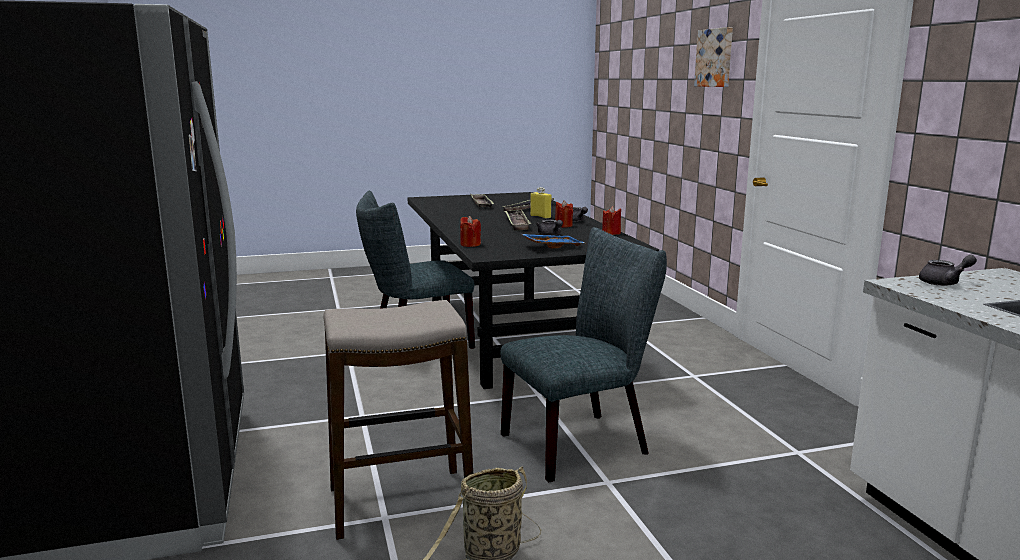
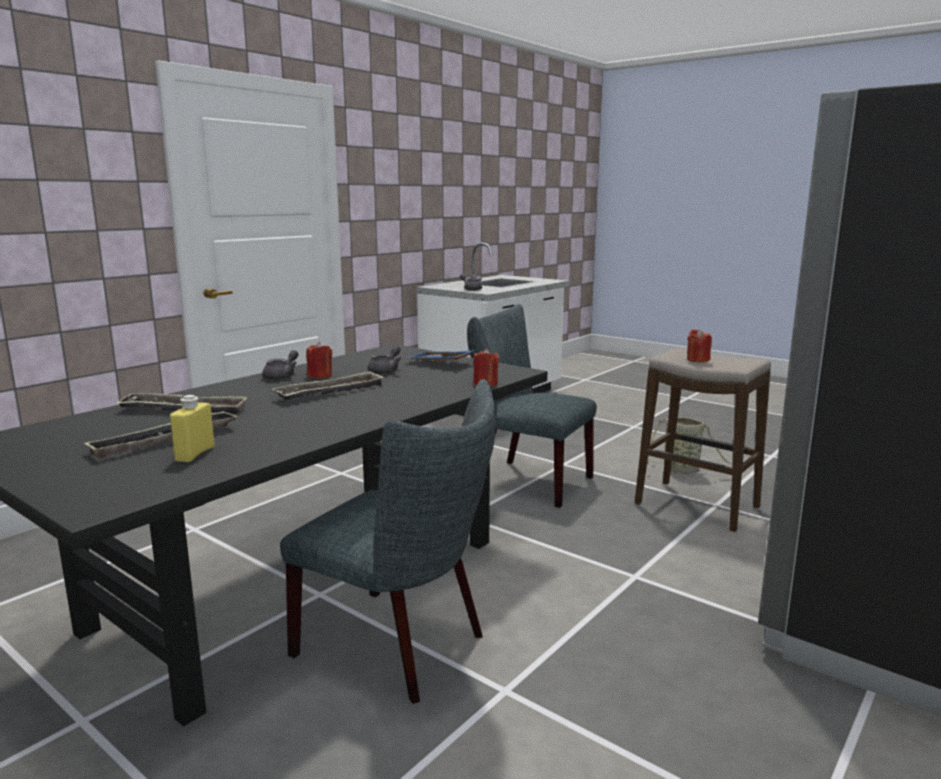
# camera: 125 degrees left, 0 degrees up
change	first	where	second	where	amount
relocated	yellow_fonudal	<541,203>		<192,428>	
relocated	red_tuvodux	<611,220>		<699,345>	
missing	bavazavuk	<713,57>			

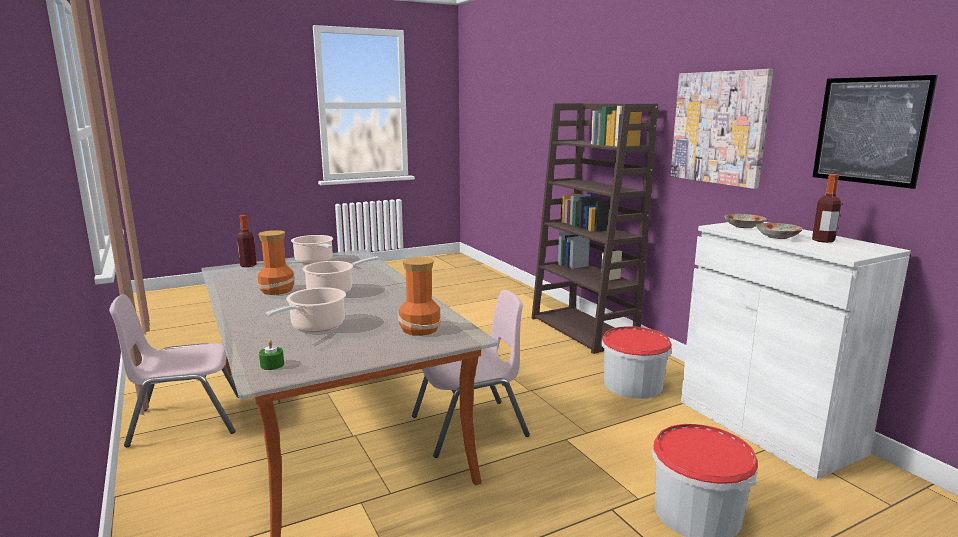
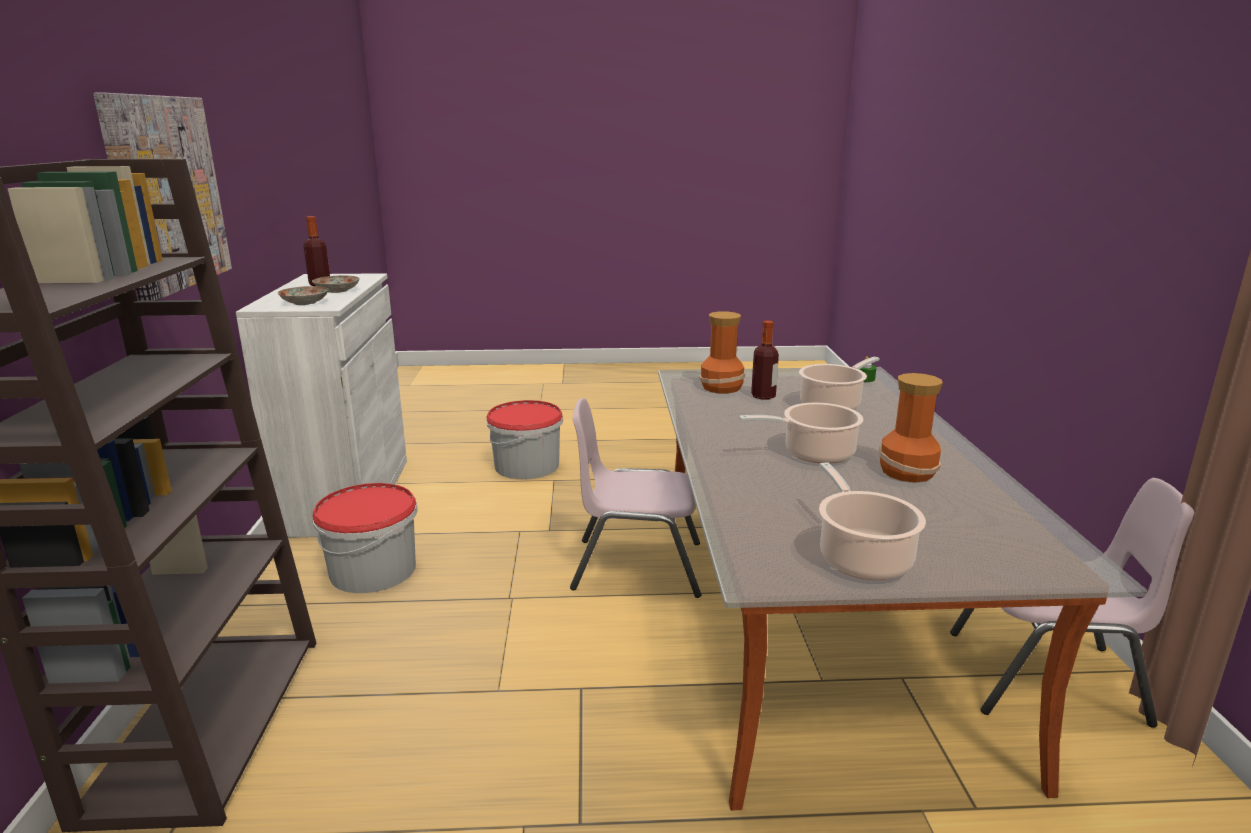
# camera: 155 degrees left, 5 degrees up
change	first	where	second	where	amount
relocated	fonudal	<247,241>		<765,360>	
missing	bavazavuk	<875,132>			

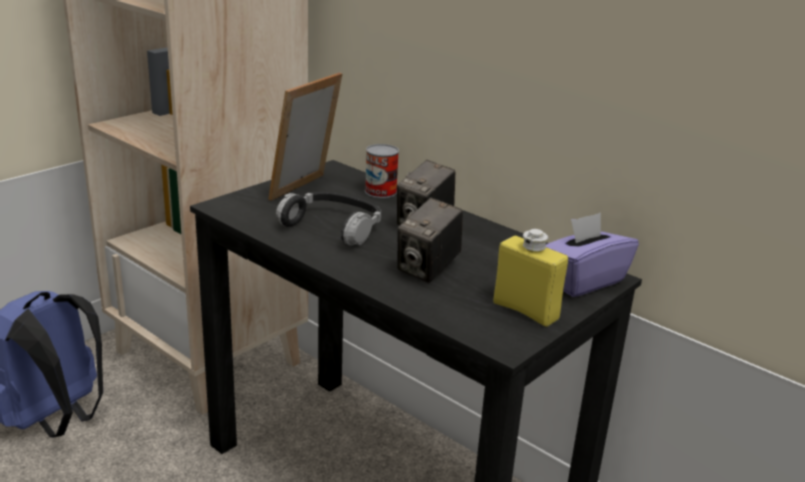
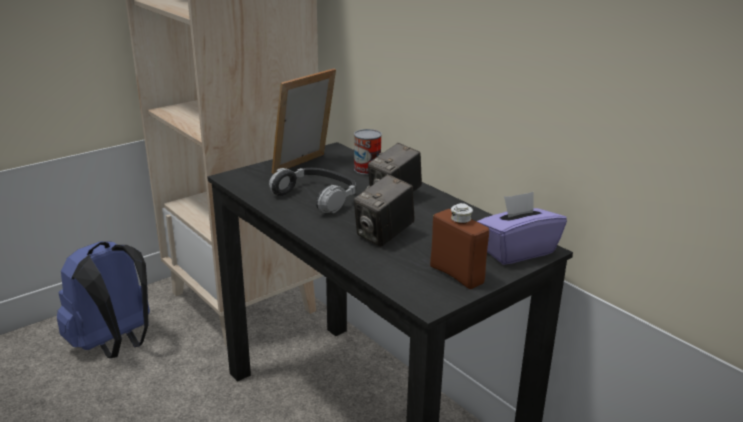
# camera: 10 degrees right, 0 degrees up
change	first	where	second	where	amount
colour	yellow_fonudal	<530,278>	brown_fonudal	<459,246>	

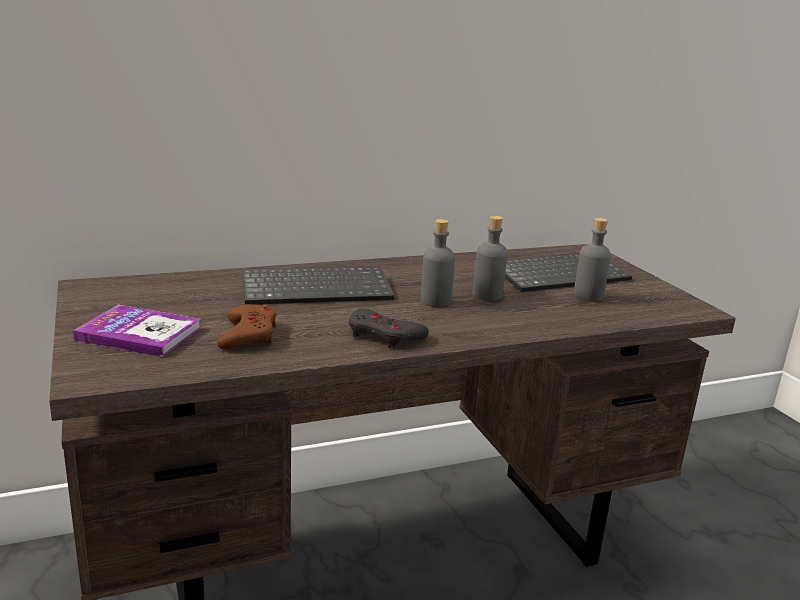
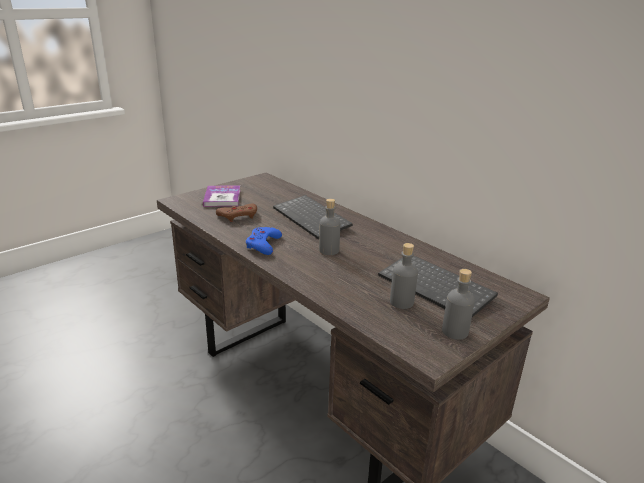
# camera: 70 degrees right, 5 degrees up
change	first	where	second	where	amount
colour	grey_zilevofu	<389,328>	blue_zilevofu	<264,241>	
relocated	grey_fonudal	<490,258>		<458,304>	

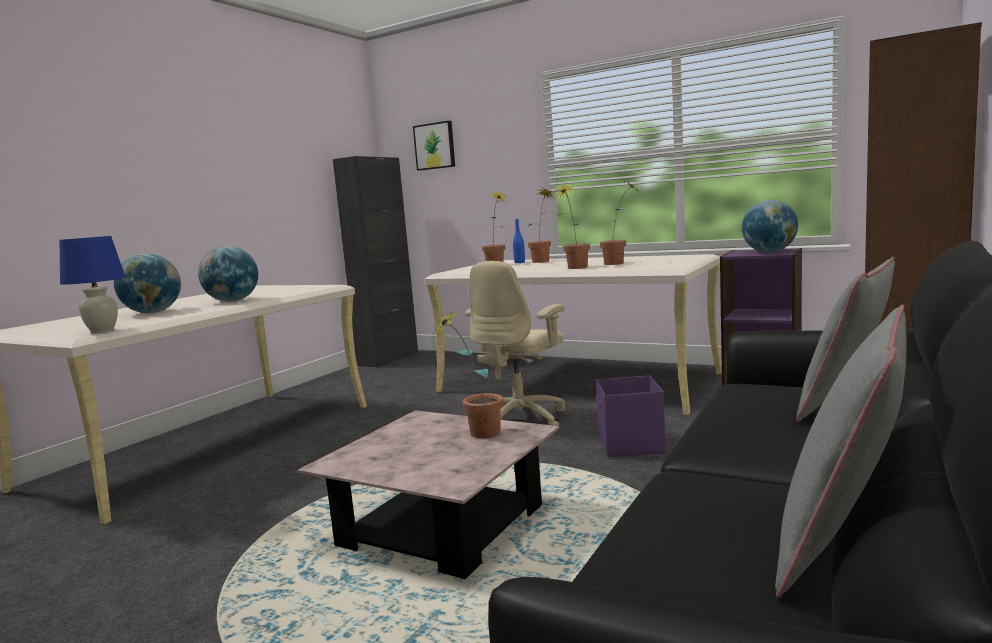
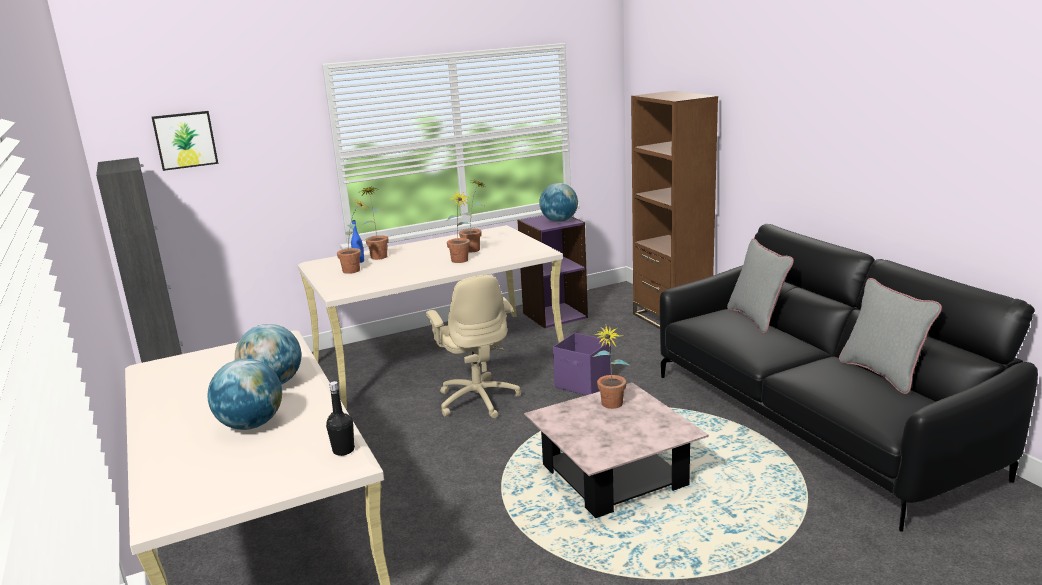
# camera: 55 degrees left, 10 degrees up
change	first	where	second	where	amount
exchanged	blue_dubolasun	<92,284>	black_fonudal	<340,418>	

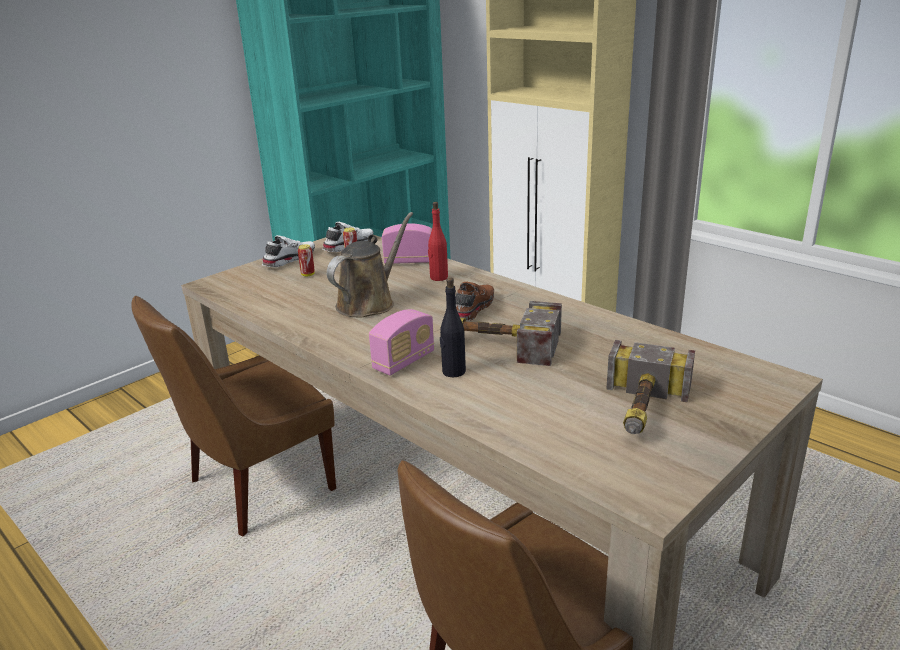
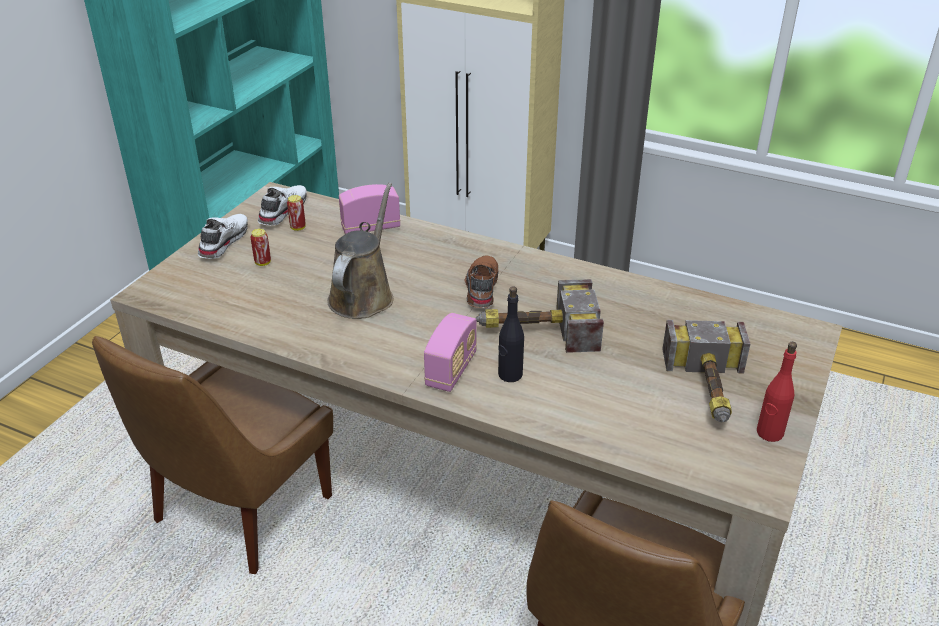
# camera: 20 degrees left, 10 degrees up
change	first	where	second	where	amount
relocated	red_fonudal	<438,241>		<777,392>	

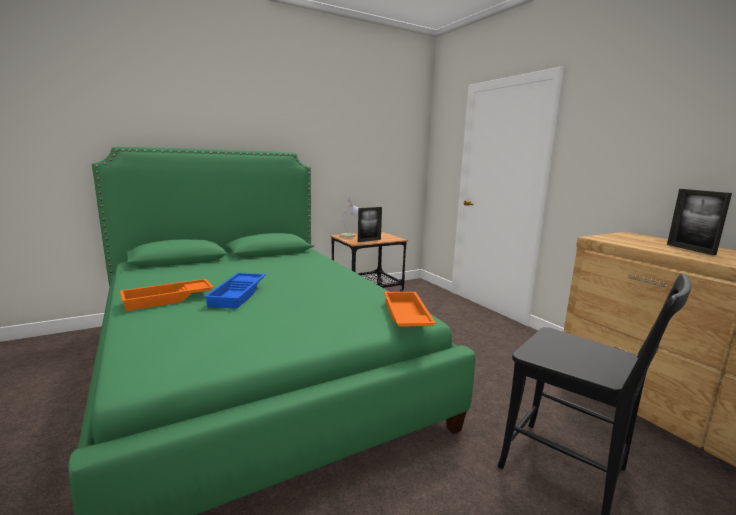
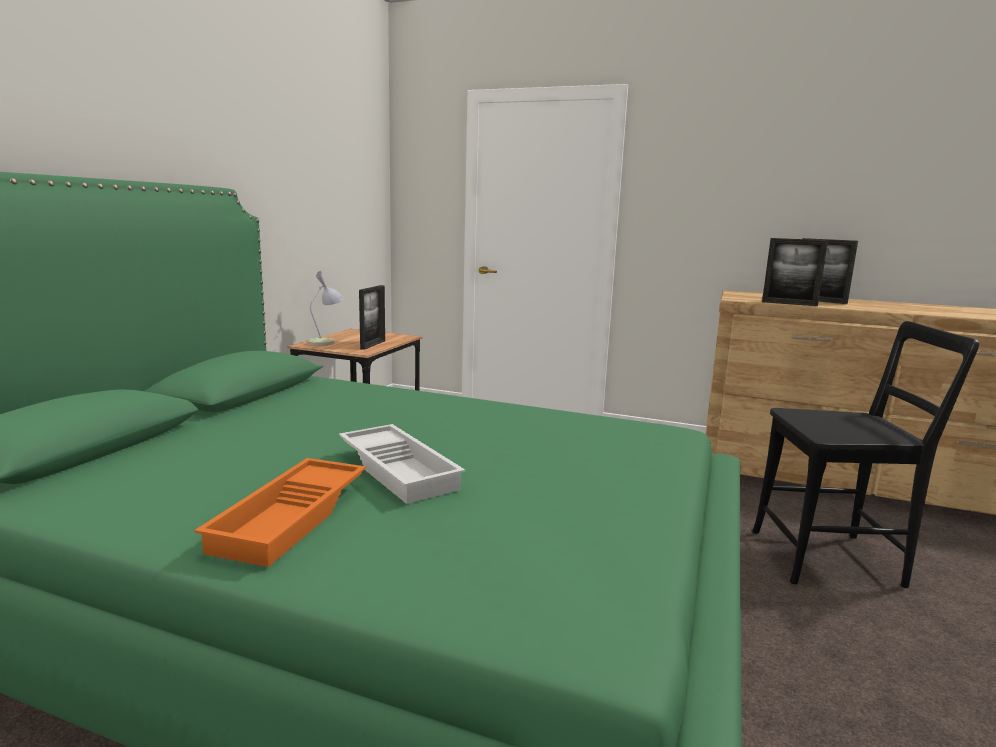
# camera: 40 degrees left, 0 degrees up
change	first	where	second	where	amount
colour	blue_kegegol	<235,291>	white_kegegol	<402,464>	
missing	orange_kegegol	<410,309>			
appeared			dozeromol	<795,272>	

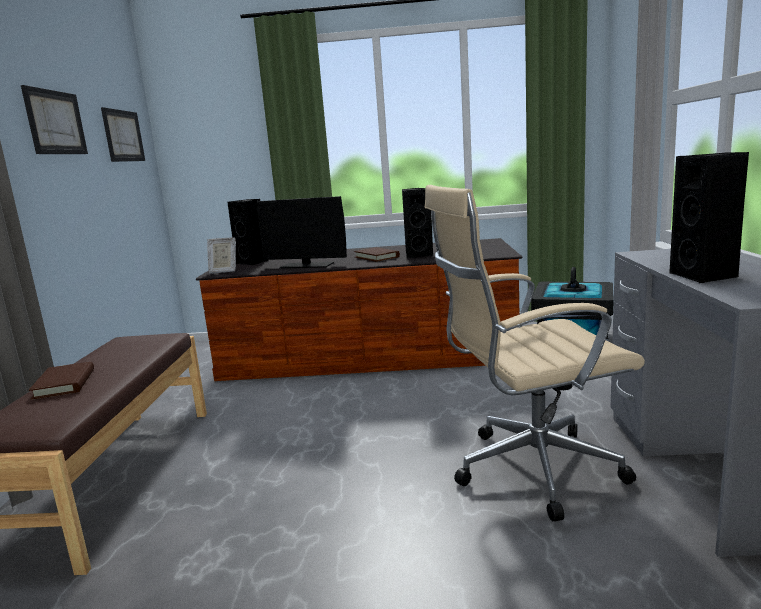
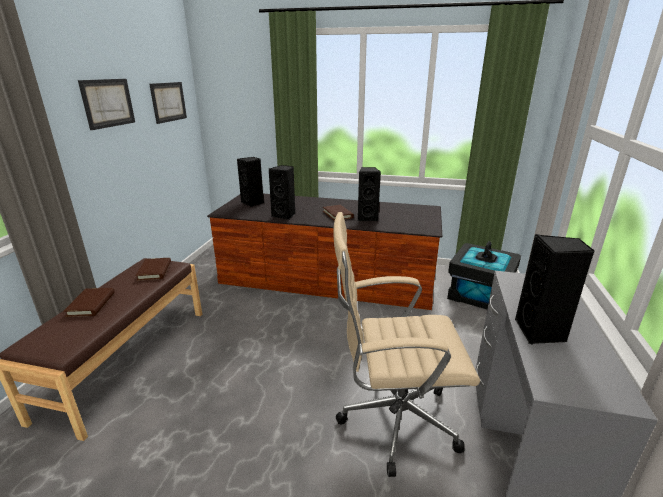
# camera: 10 degrees right, 10 degrees up
change	first	where	second	where	amount
missing	dozeromol	<221,256>			
exchanged	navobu	<301,232>	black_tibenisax	<282,192>	
appeared			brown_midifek	<153,269>	

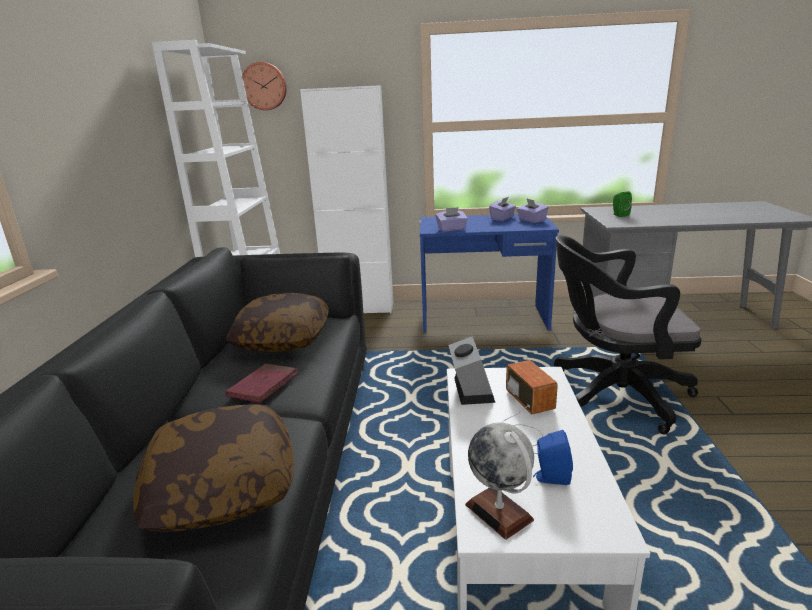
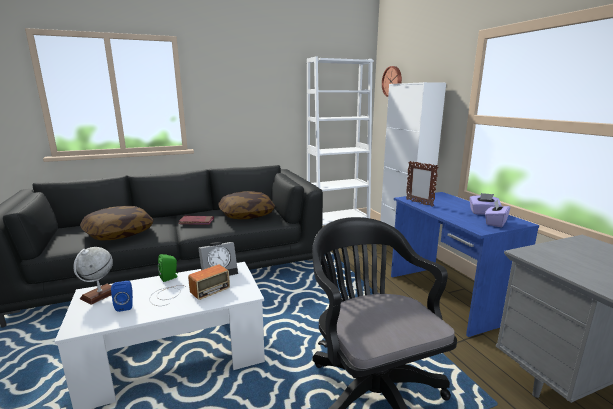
# camera: 65 degrees right, 5 degrees down
change	first	where	second	where	amount
exchanged	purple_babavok	<451,219>	dozeromol	<422,184>	
relocated	green_tibenisax	<622,204>		<168,268>	

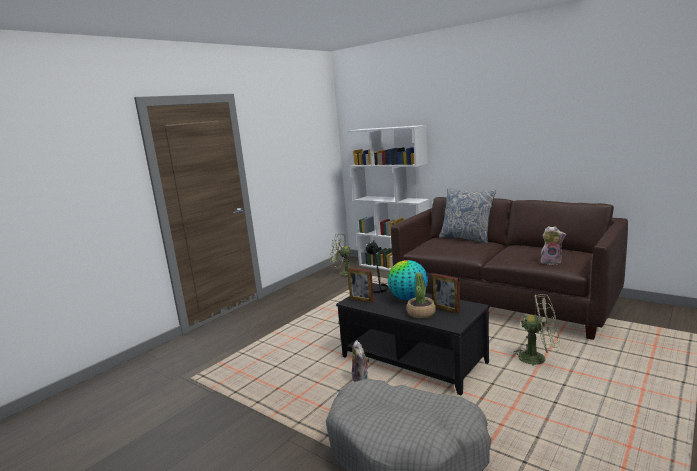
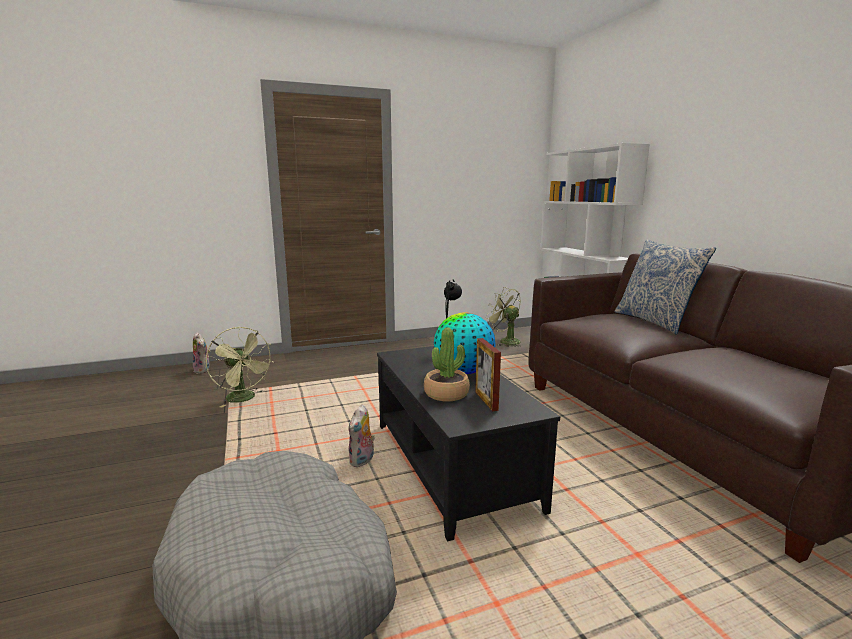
# camera: 30 degrees right, 0 degrees up
change	first	where	second	where	amount
missing	dozeromol	<360,285>			
relocated	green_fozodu	<535,329>		<240,367>	
relocated	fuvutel	<553,245>		<202,353>	

